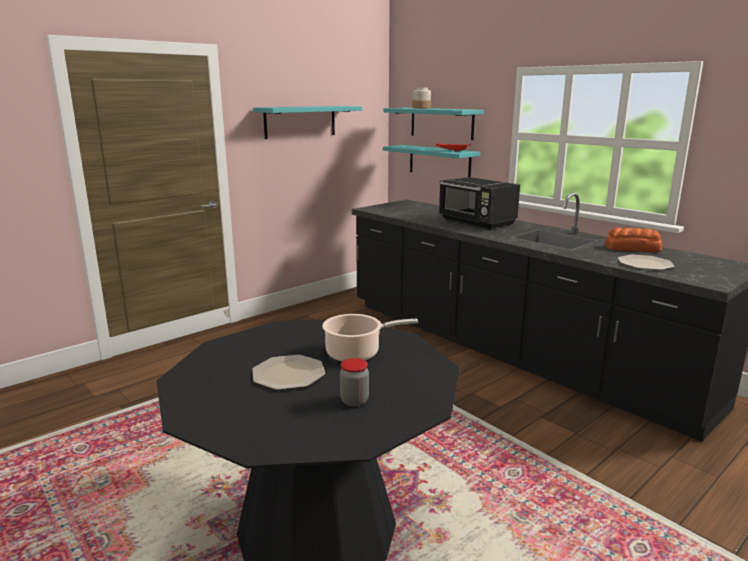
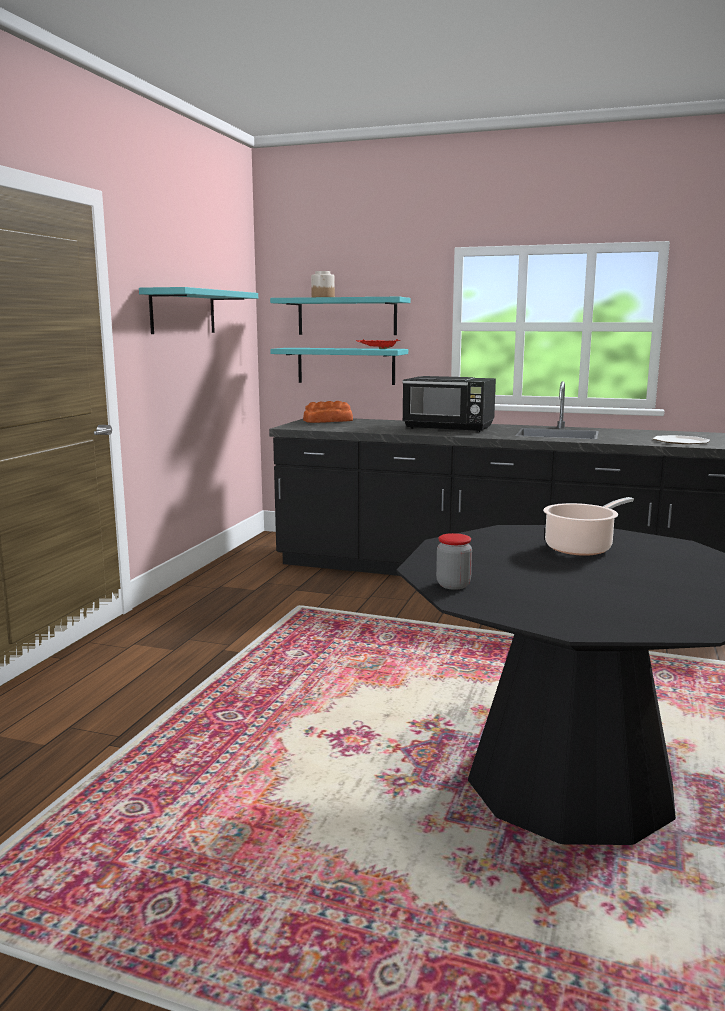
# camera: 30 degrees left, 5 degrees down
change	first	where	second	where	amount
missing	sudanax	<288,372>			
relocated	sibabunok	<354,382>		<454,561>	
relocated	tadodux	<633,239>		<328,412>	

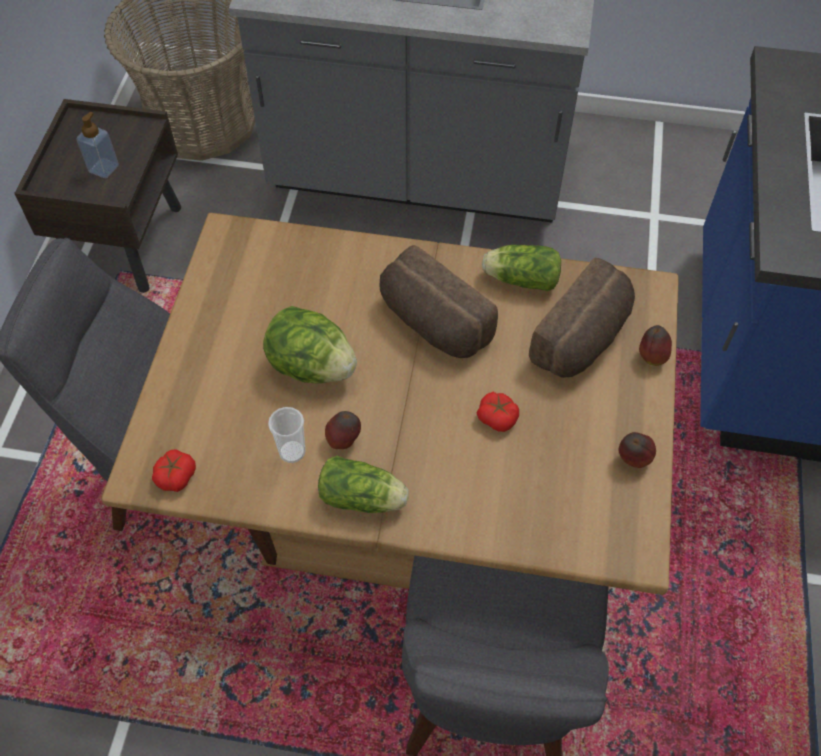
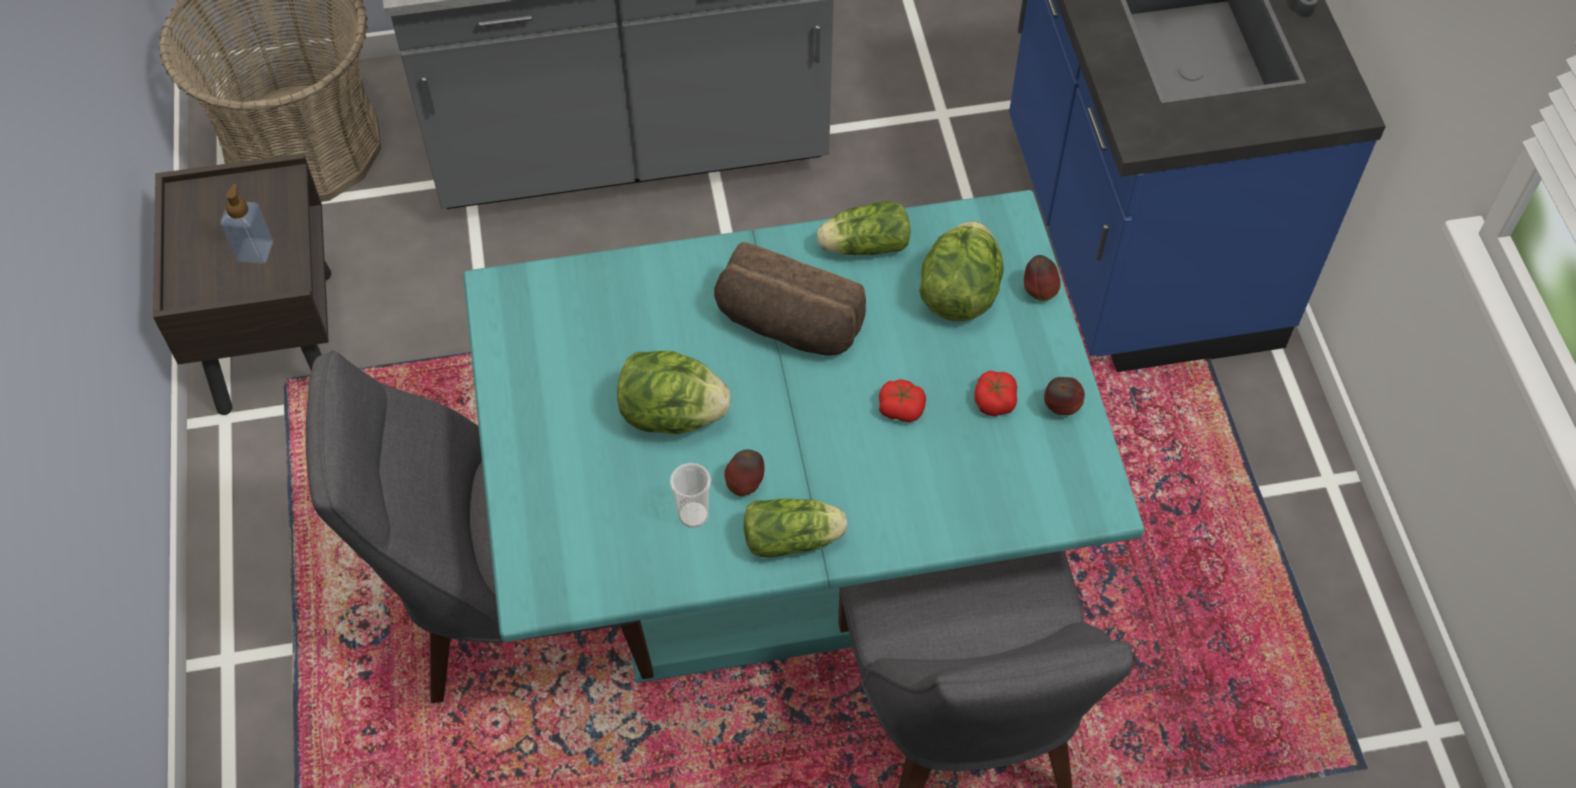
# camera: 20 degrees left, 0 degrees up
change	first	where	second	where	amount
colour	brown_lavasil	<390,404>	turquoise_lavasil	<803,436>	
relocated	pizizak	<174,470>		<995,393>	
exchanged	tadodux	<582,317>	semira	<961,271>	

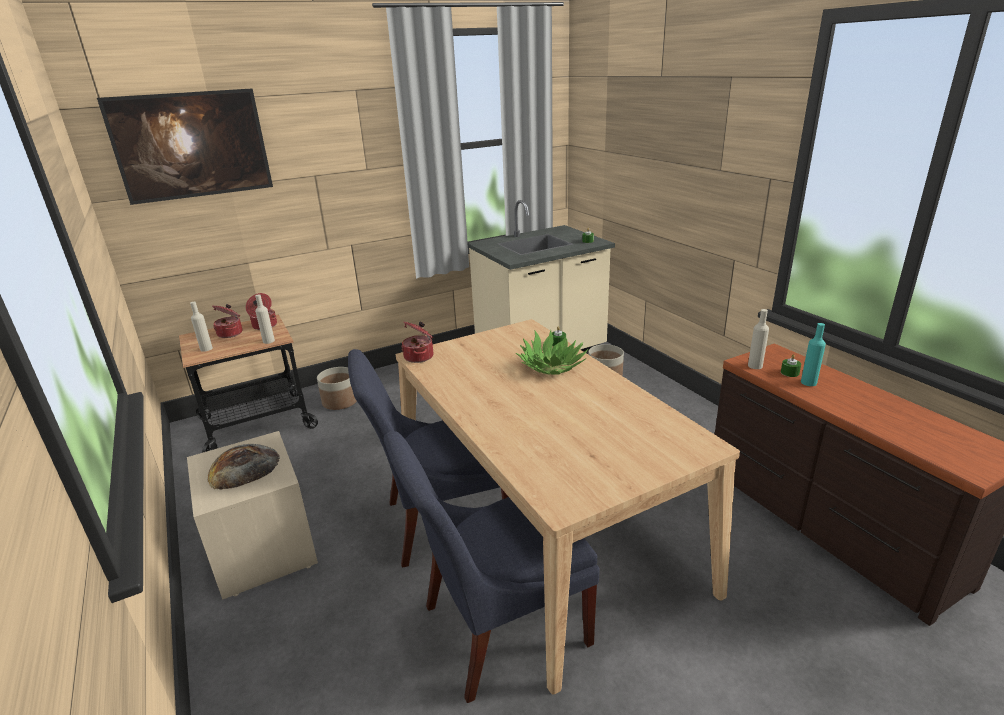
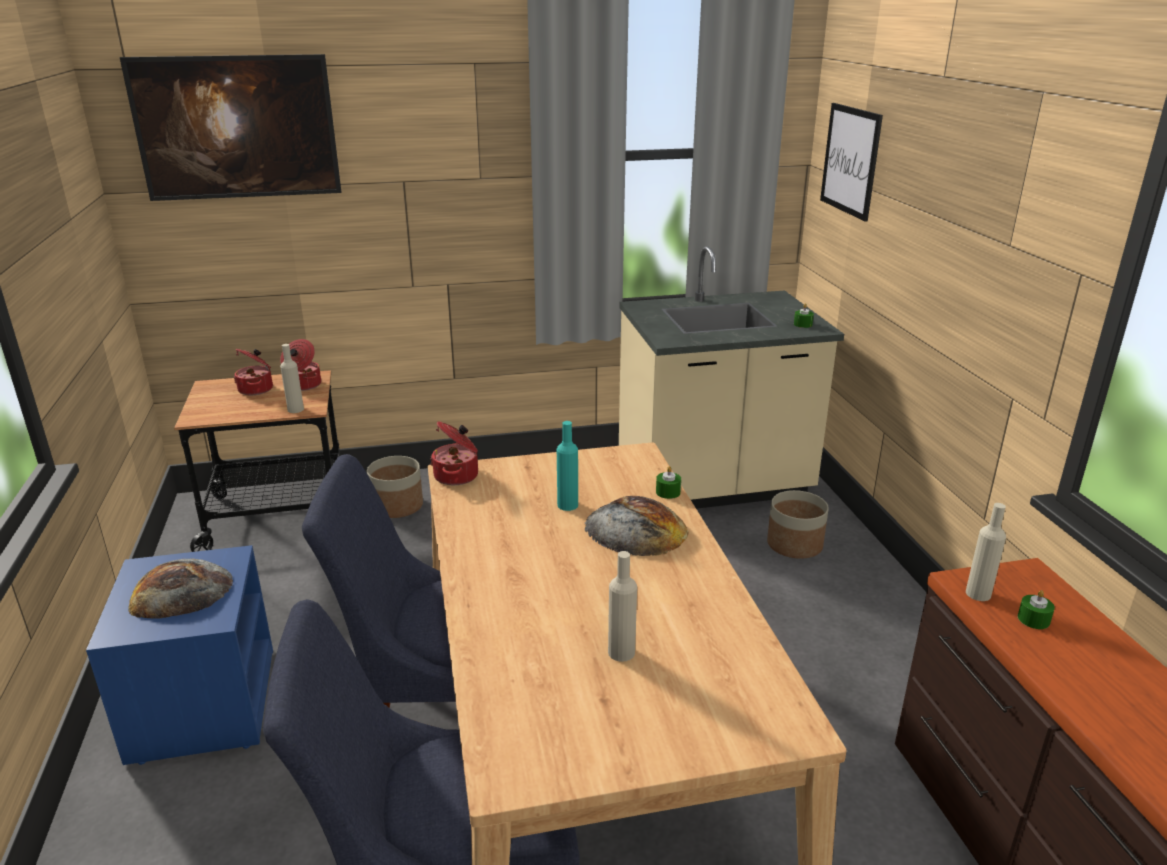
# camera: 15 degrees right, 0 degrees up
change	first	where	second	where	amount
colour	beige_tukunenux	<252,515>	blue_tukunenux	<179,655>	
relocated	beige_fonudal	<201,327>		<622,606>	
exchanged	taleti	<552,352>	tadodux	<637,526>	
relocated	turquoise_fonudal	<813,354>		<567,466>	
appeared			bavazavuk	<851,162>	

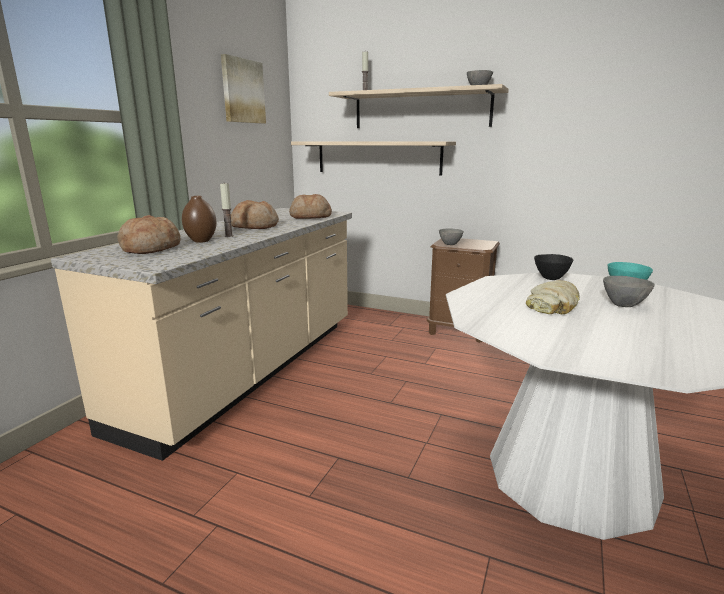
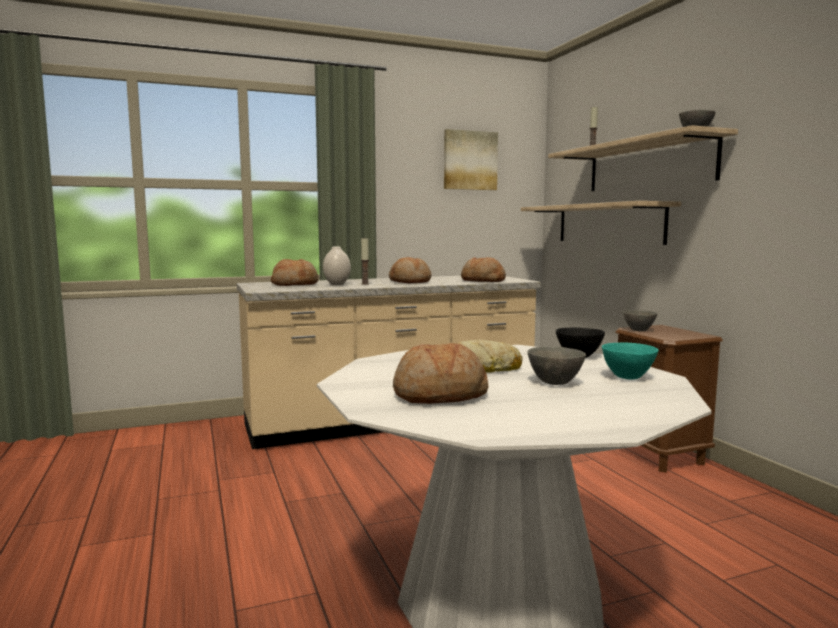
# camera: 45 degrees right, 10 degrees down
change	first	where	second	where	amount
colour	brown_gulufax	<199,219>	white_gulufax	<337,266>	
appeared			tadodux	<441,373>	

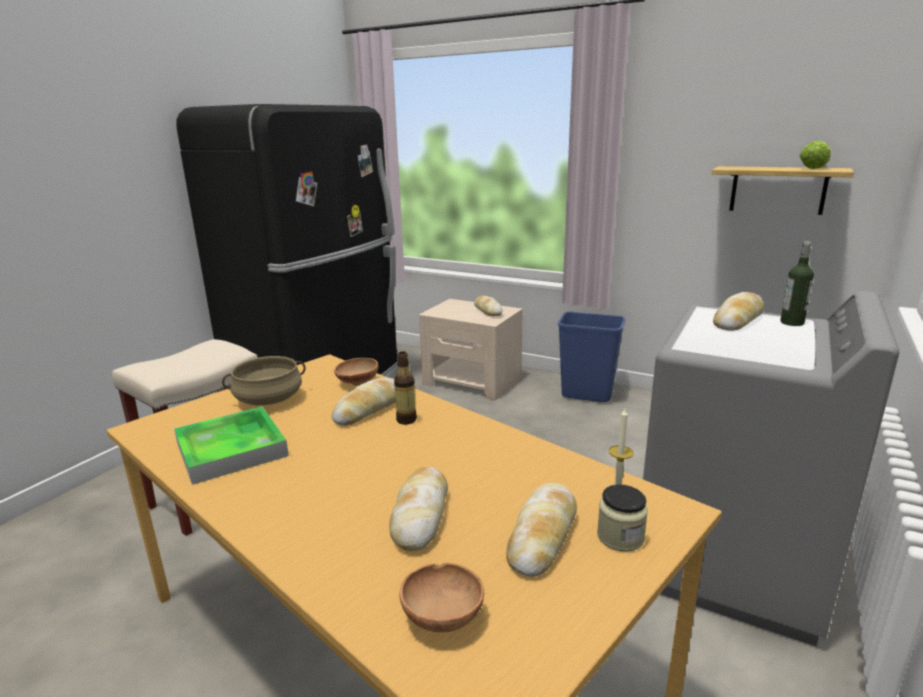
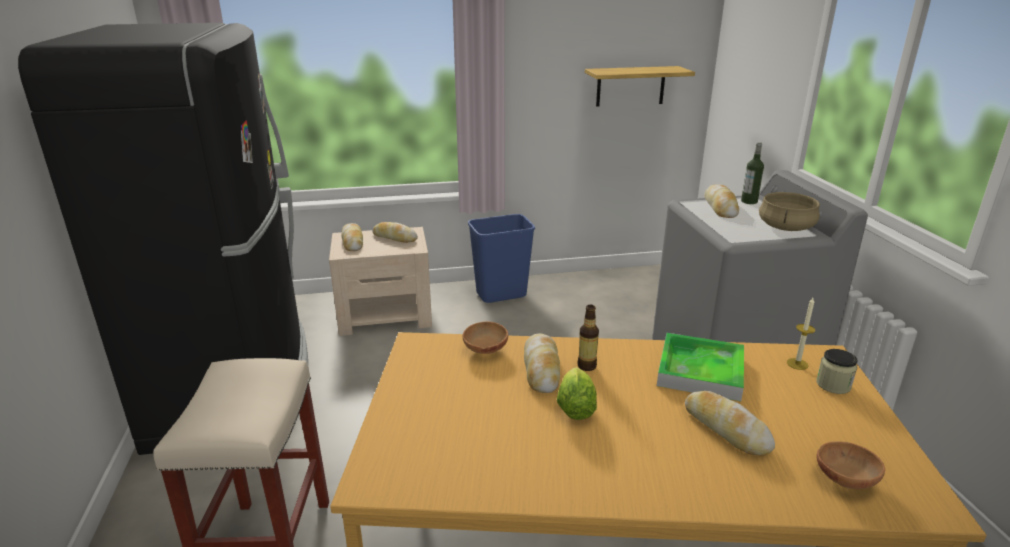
# camera: 40 degrees left, 5 degrees up
change	first	where	second	where	amount
relocated	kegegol	<231,446>		<700,367>	
relocated	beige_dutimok	<264,380>		<789,211>	
relocated	tadodux	<541,530>		<352,237>	
relocated	semira	<815,155>		<577,393>	

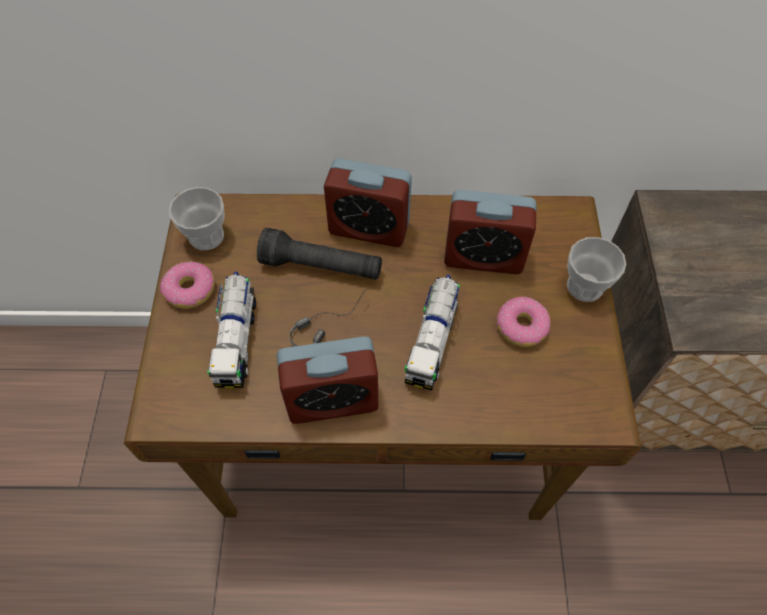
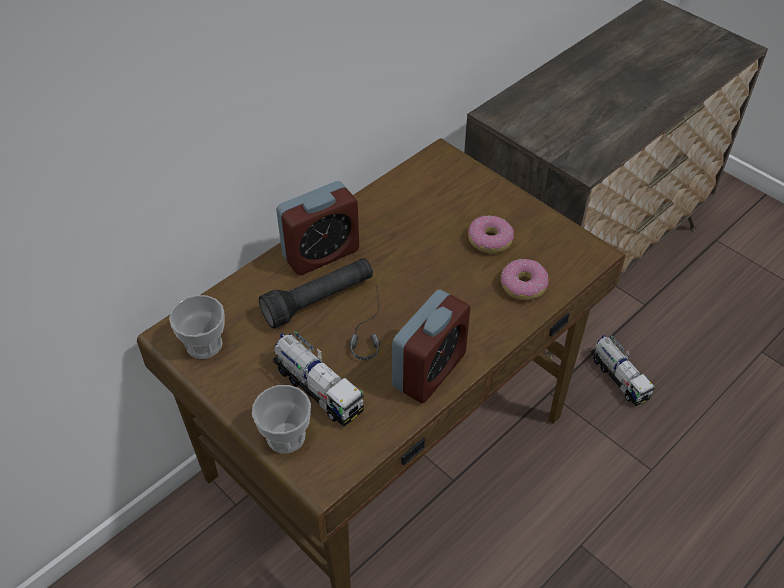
# camera: 45 degrees left, 10 degrees down
change	first	where	second	where	amount
relocated	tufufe	<187,285>		<525,279>	
relocated	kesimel	<432,332>		<623,370>	
missing	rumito	<490,232>			
relocated	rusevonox	<596,269>		<281,419>	

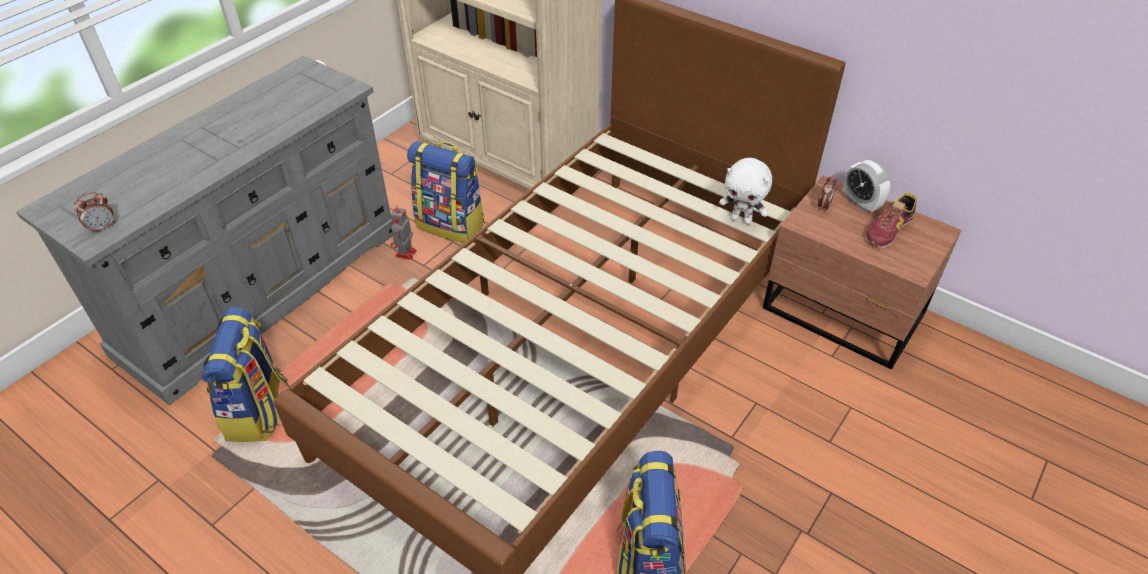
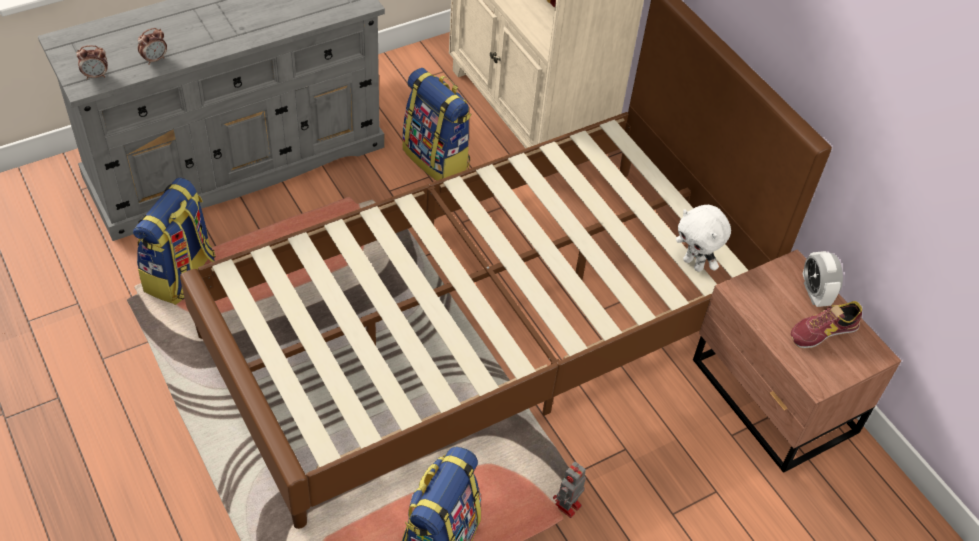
# camera: 20 degrees right, 5 degrees up
change	first	where	second	where	amount
relocated	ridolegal	<404,232>		<569,490>	
relocated	rumito	<827,193>		<152,46>	

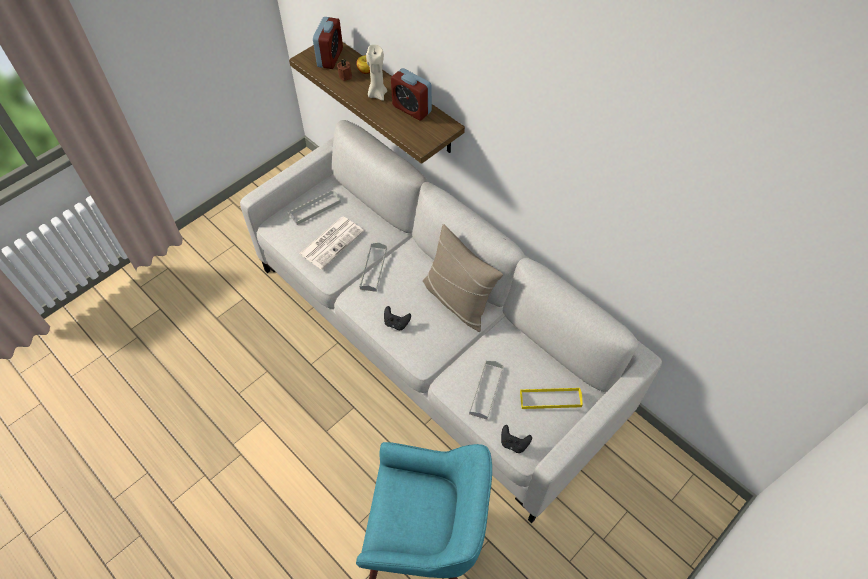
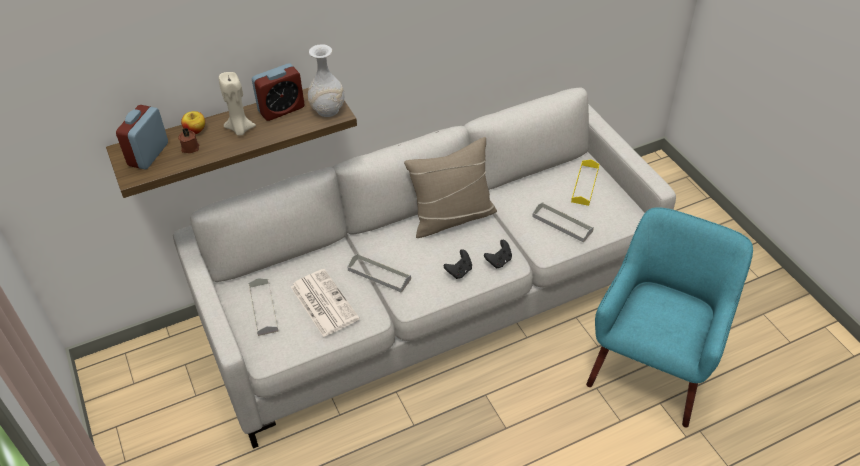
# camera: 70 degrees left, 10 degrees down
change	first	where	second	where	amount
spun	rumito	<328,43>		<142,137>	105 degrees counterclockwise
relocated	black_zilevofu	<516,439>		<498,254>	
appeared			white_gulufax	<326,80>	

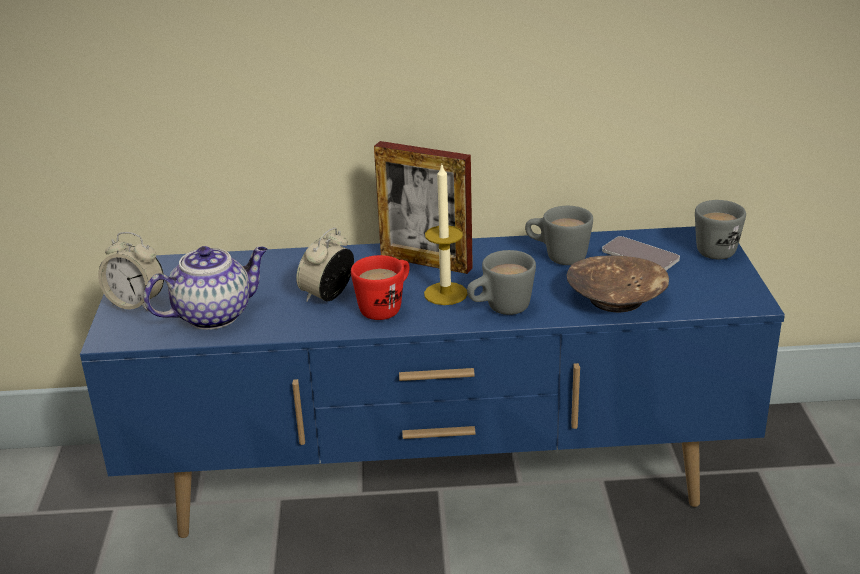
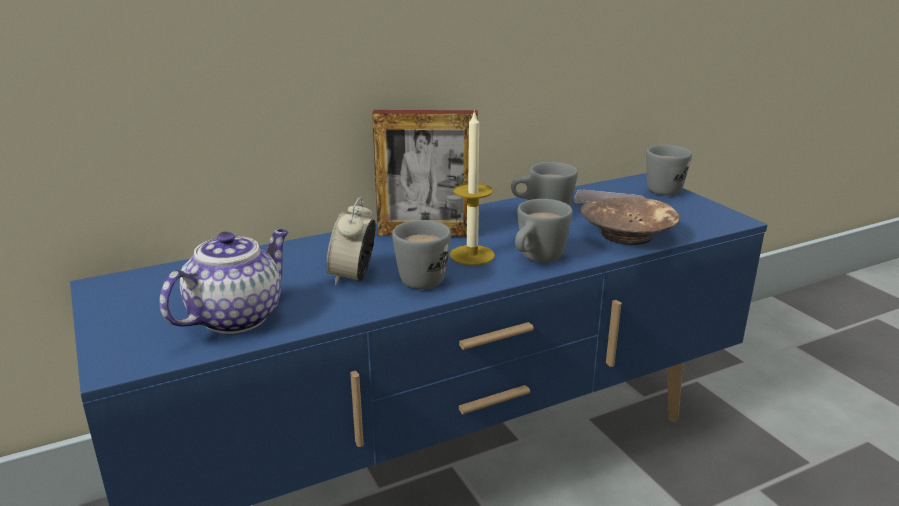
# camera: 25 degrees left, 5 degrees down
change	first	where	second	where	amount
missing	rumito	<131,271>			
colour	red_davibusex	<380,287>	grey_davibusex	<421,254>	

